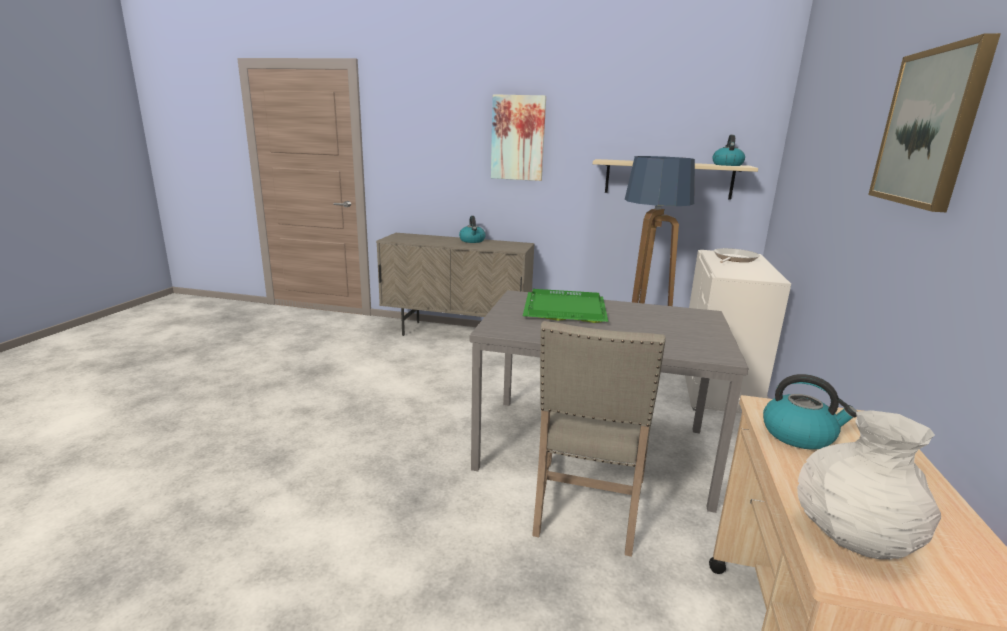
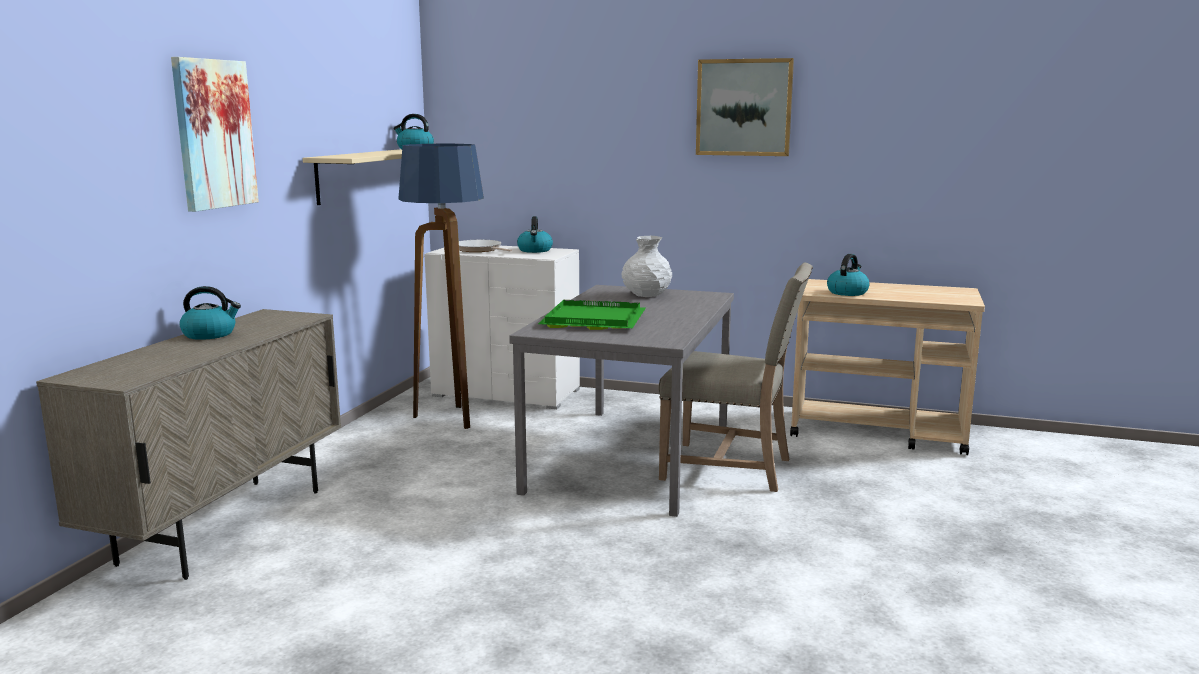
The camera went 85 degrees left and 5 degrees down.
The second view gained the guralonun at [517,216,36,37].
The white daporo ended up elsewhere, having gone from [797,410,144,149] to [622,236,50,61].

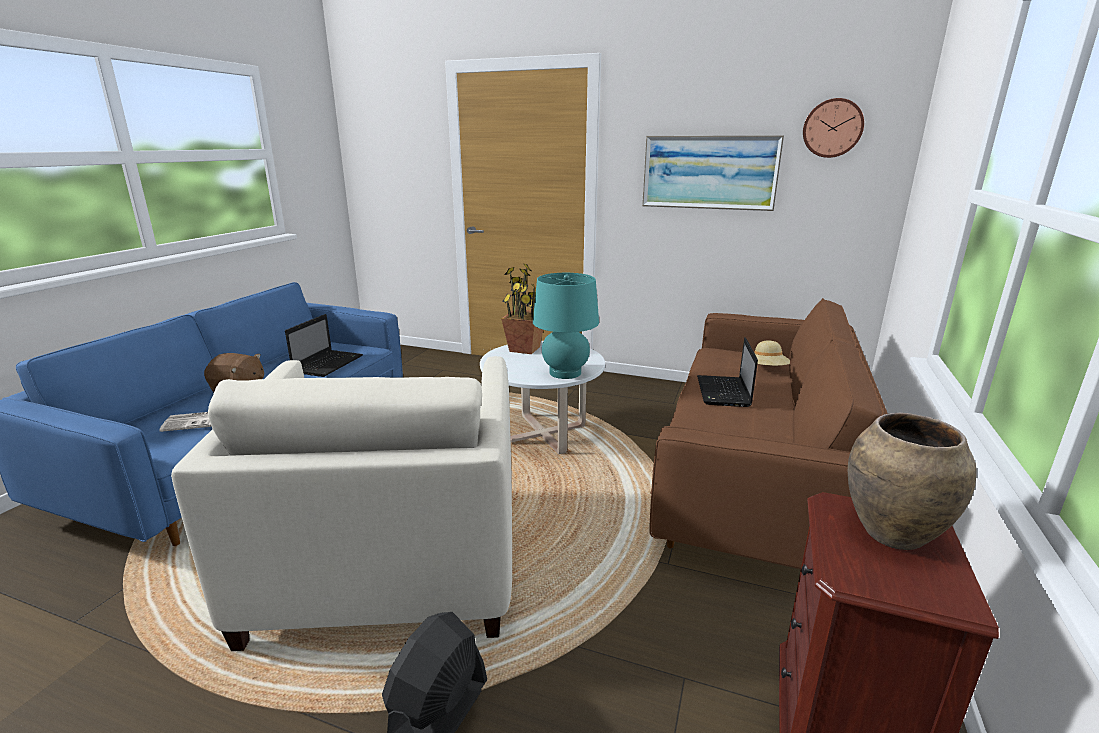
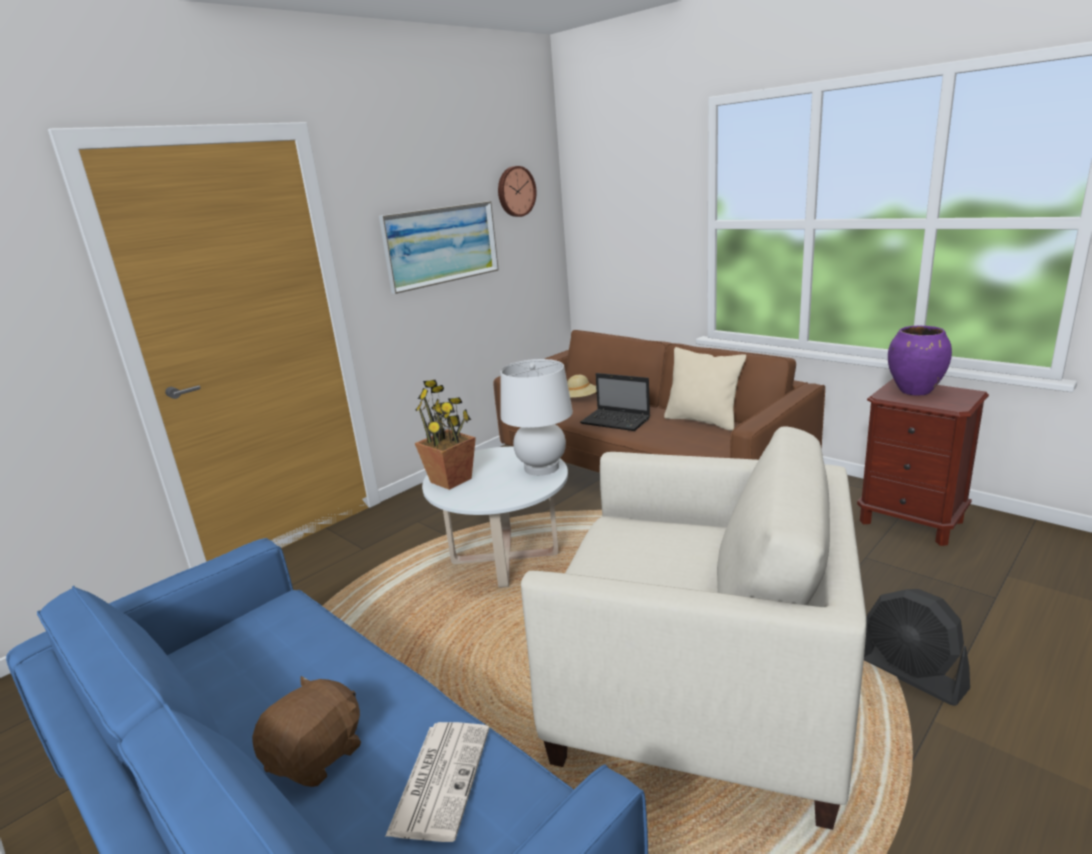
The camera went 65 degrees left and 0 degrees up.
What was the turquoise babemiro at [533,273,66,106] turned into the white babemiro at [501,359,72,117].
The second view gained the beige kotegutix at [664,347,82,84].
What was the brown daporo at [848,413,129,137] turned into the purple daporo at [888,326,64,70].
The second view lost the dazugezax at [285,314,78,63].

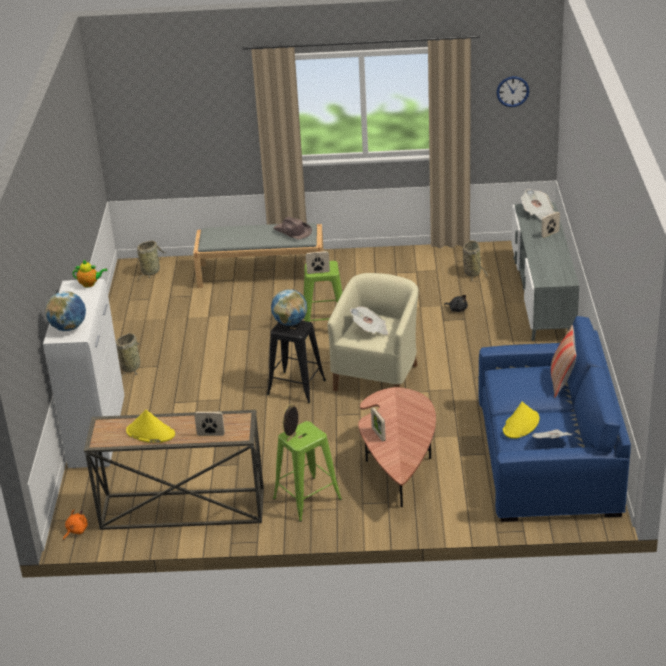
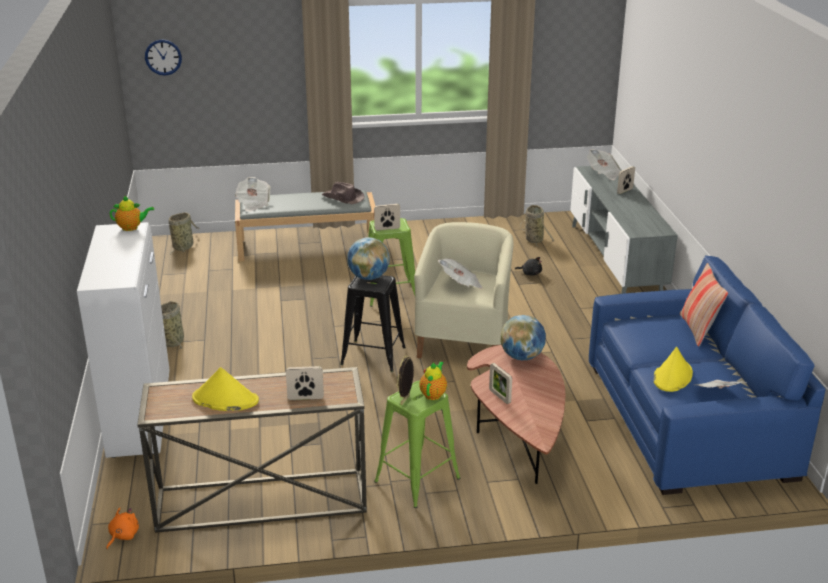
The camera went 10 degrees left and 5 degrees down.
The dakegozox ended up elsewhere, having gone from [497,76,32,31] to [145,39,37,37].
The second view gained the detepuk at [235,177,36,34].
The second view gained the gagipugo at [419,361,28,39].
The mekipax ended up elsewhere, having gone from [45,291,41,40] to [500,315,46,45].

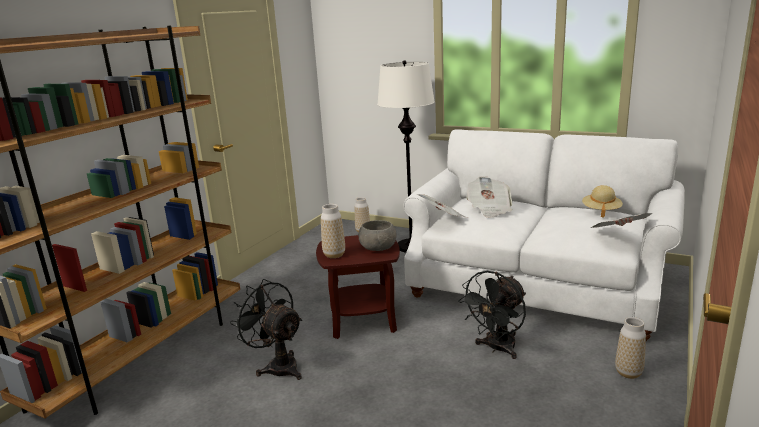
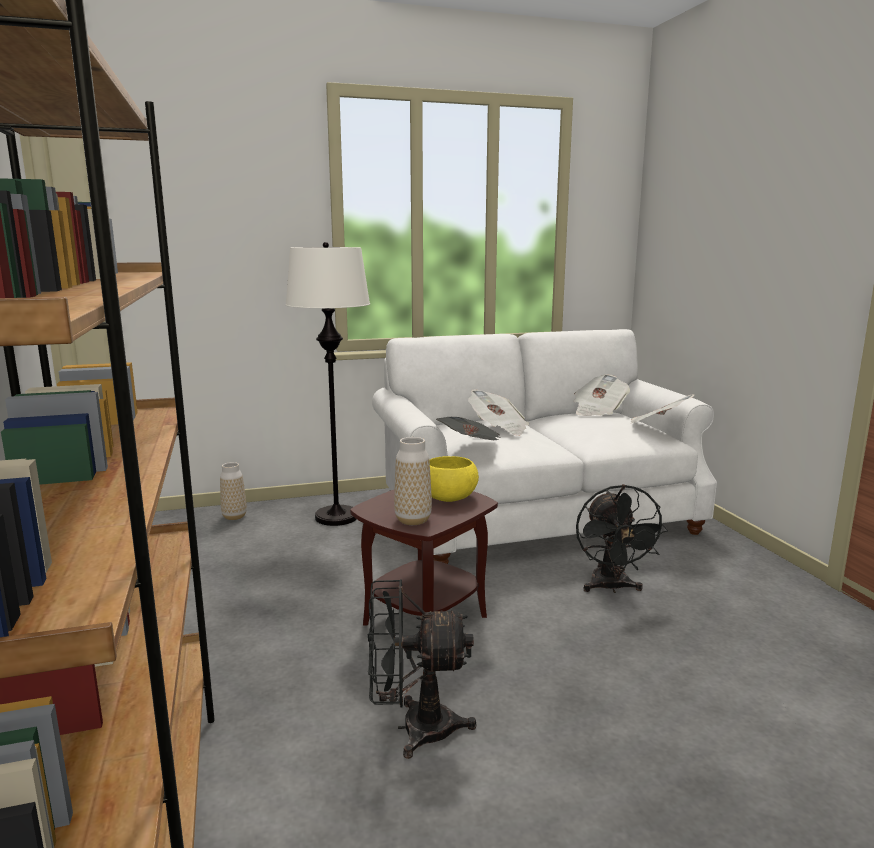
The camera went 45 degrees left and 5 degrees down.
What was the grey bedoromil at [358,220,39,31] turned into the yellow bedoromil at [429,456,50,46].
Where the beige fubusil stood at [582,185,41,33], the detepuk came to stand at [573,374,57,42].
The second view lost the daporo at [615,317,31,62].

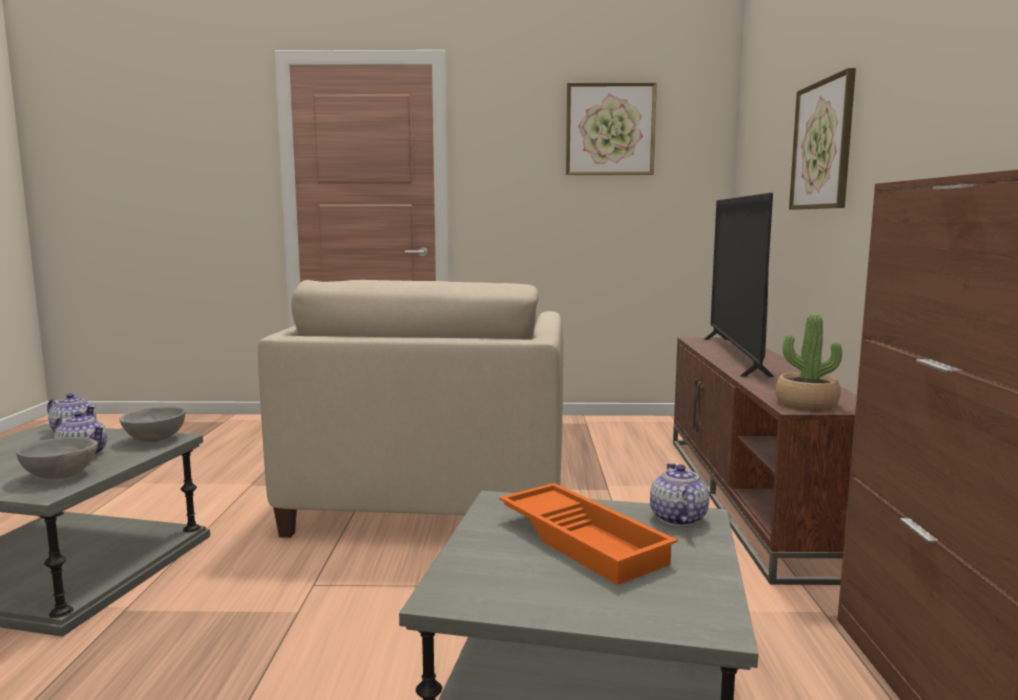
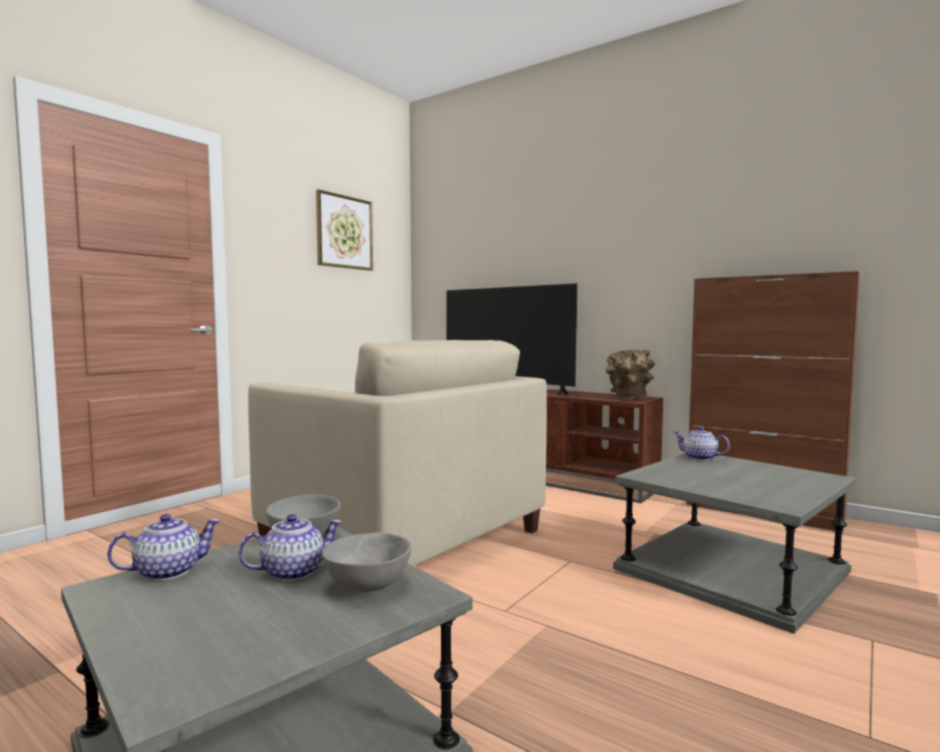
The camera went 55 degrees left and 5 degrees down.
Where the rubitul stood at [775,314,67,95], the brown daporo came to stand at [606,350,49,50].
The second view lost the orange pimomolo at [499,483,179,102].
The second view lost the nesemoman at [789,68,67,142].

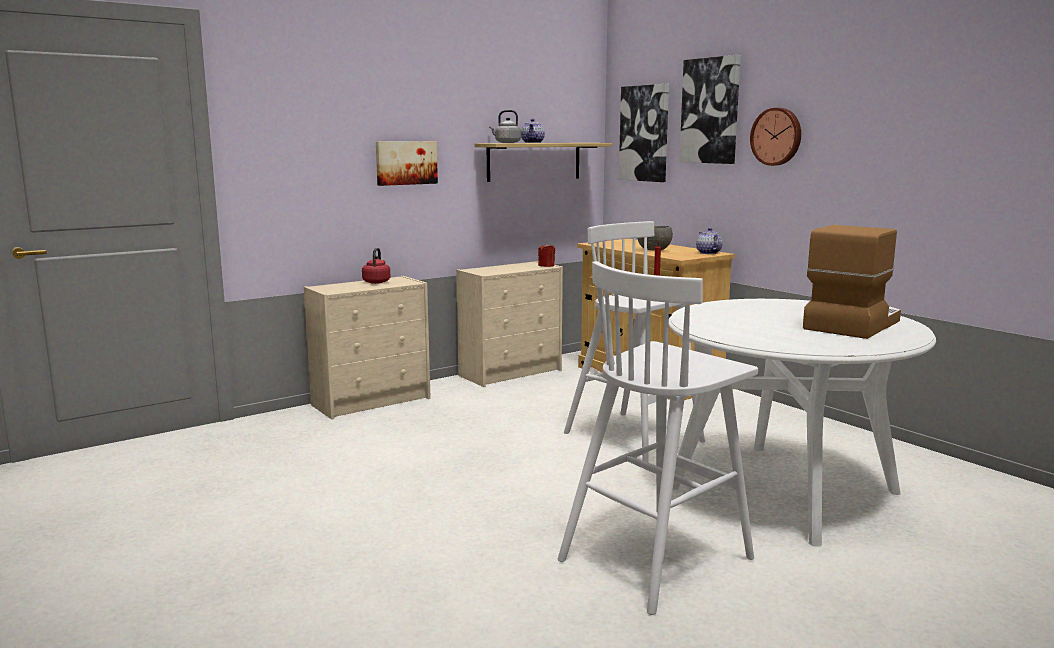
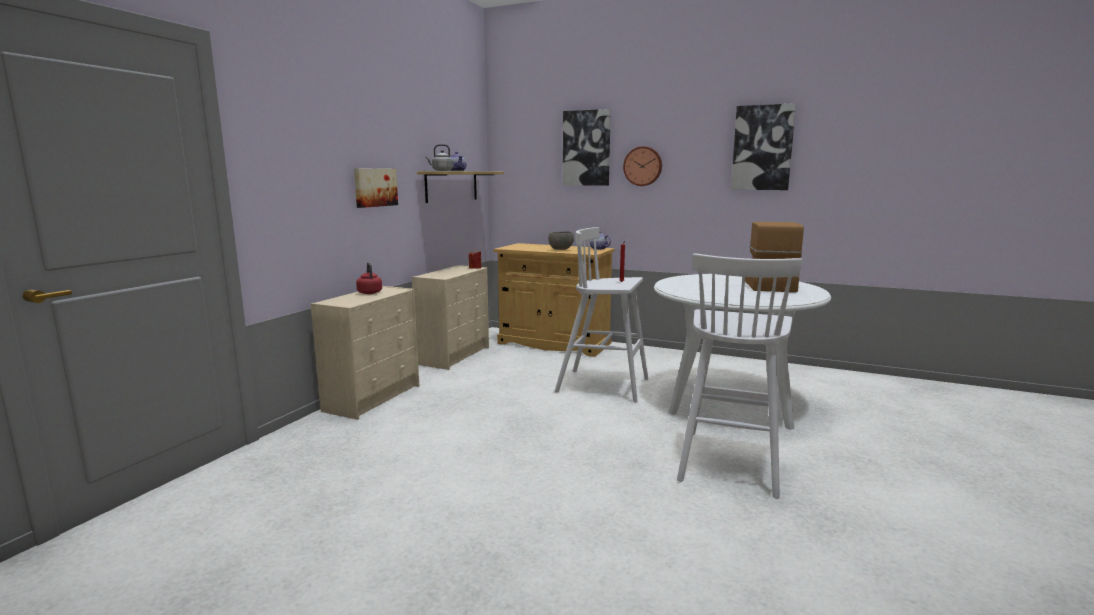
The camera went 30 degrees left and 0 degrees up.
The nesemoman ended up elsewhere, having gone from [619,84,50,98] to [731,103,65,87].

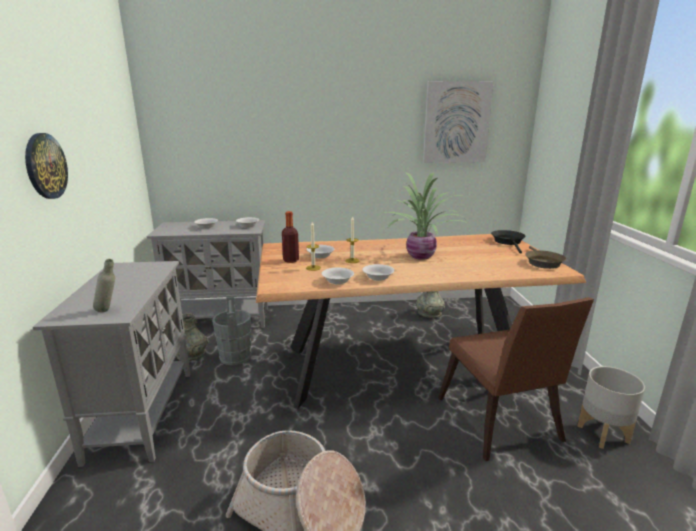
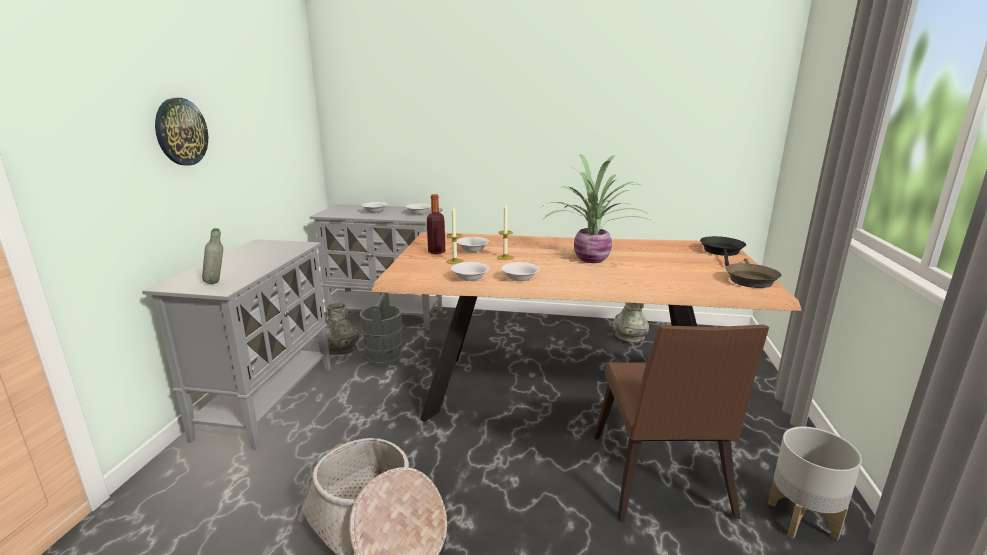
The camera went 15 degrees right and 0 degrees up.
The second view lost the nesemoman at [423,81,71,82].

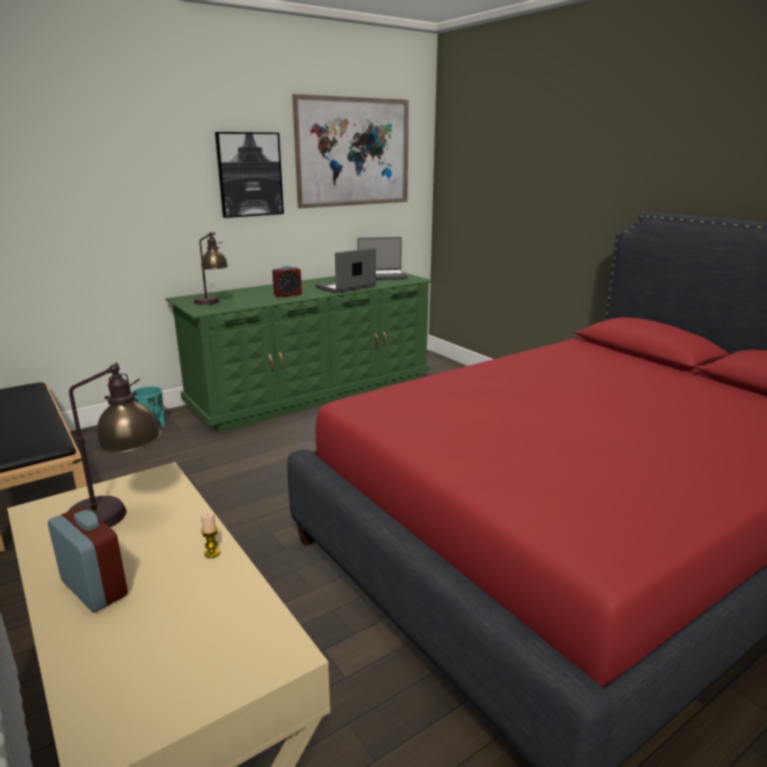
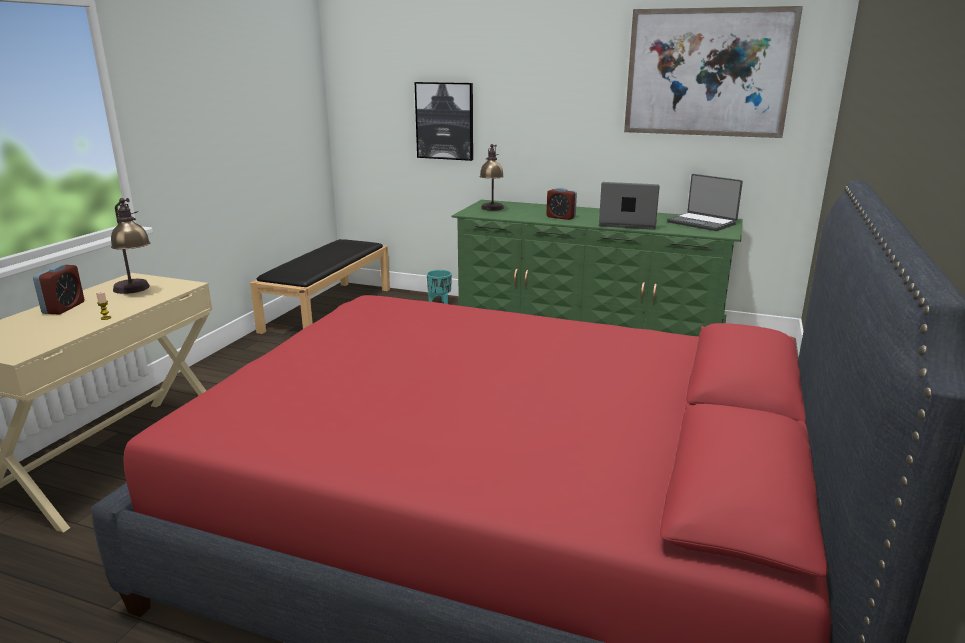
The camera went 55 degrees right and 0 degrees up.
The nesemoman ended up elsewhere, having gone from [215,132,69,86] to [415,82,58,79].

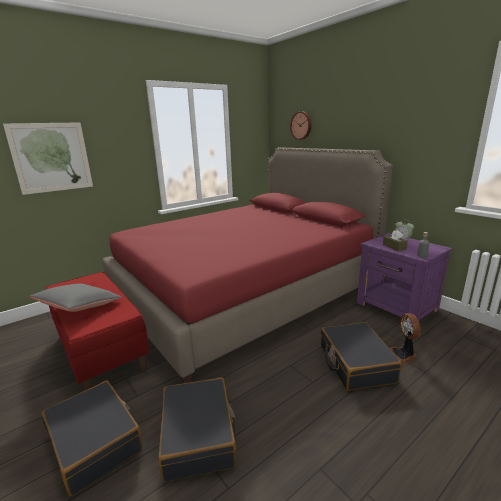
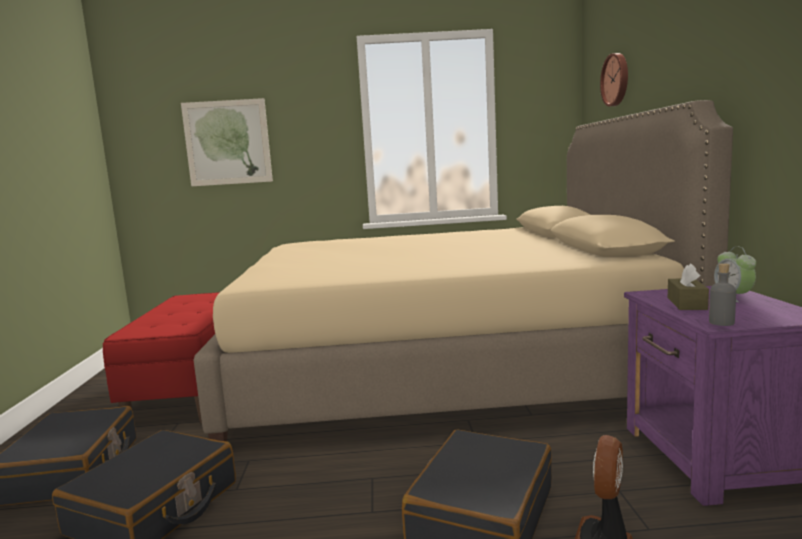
The camera went 35 degrees right and 10 degrees down.
What was the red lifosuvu at [102,147,291,237] turned into the beige lifosuvu at [194,100,539,341].
The second view lost the grey kotegutix at [29,284,92,28].

